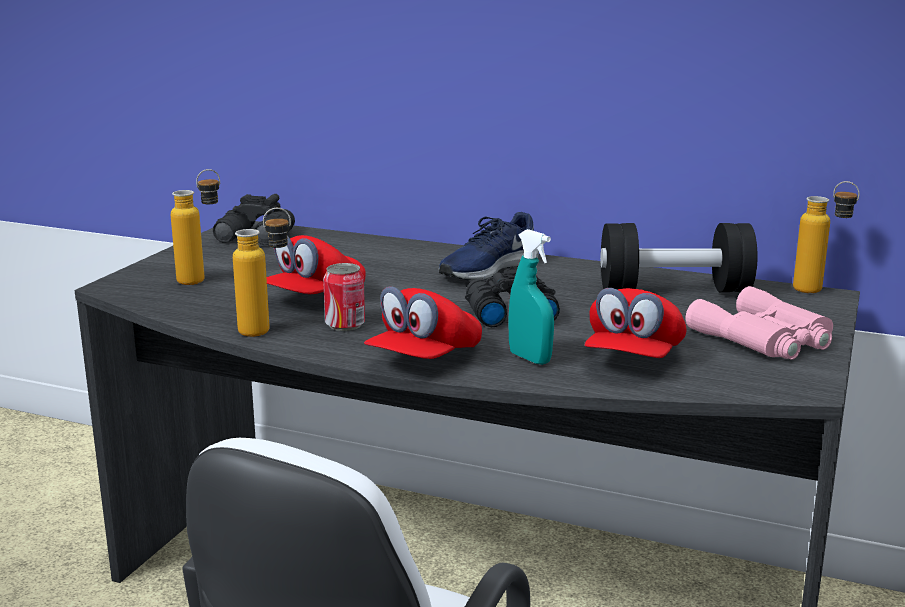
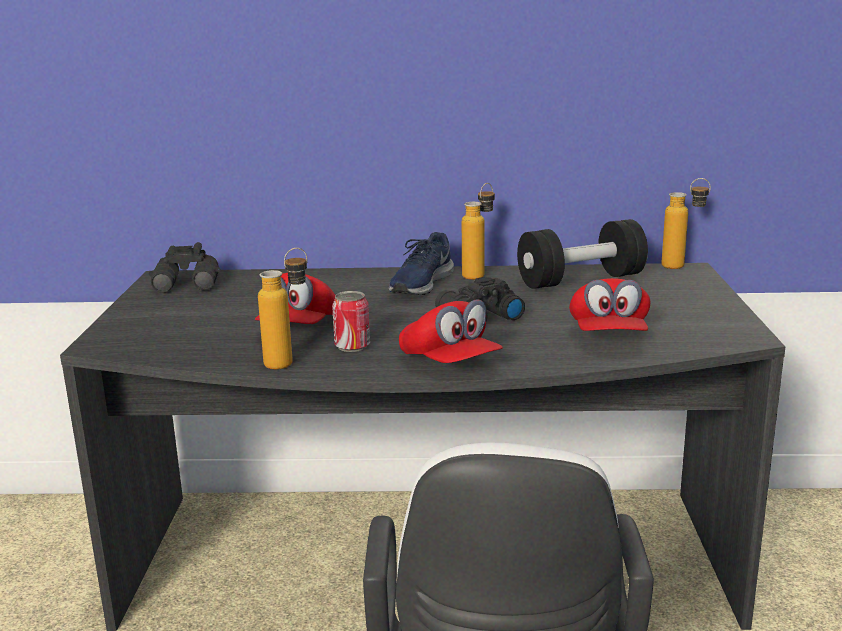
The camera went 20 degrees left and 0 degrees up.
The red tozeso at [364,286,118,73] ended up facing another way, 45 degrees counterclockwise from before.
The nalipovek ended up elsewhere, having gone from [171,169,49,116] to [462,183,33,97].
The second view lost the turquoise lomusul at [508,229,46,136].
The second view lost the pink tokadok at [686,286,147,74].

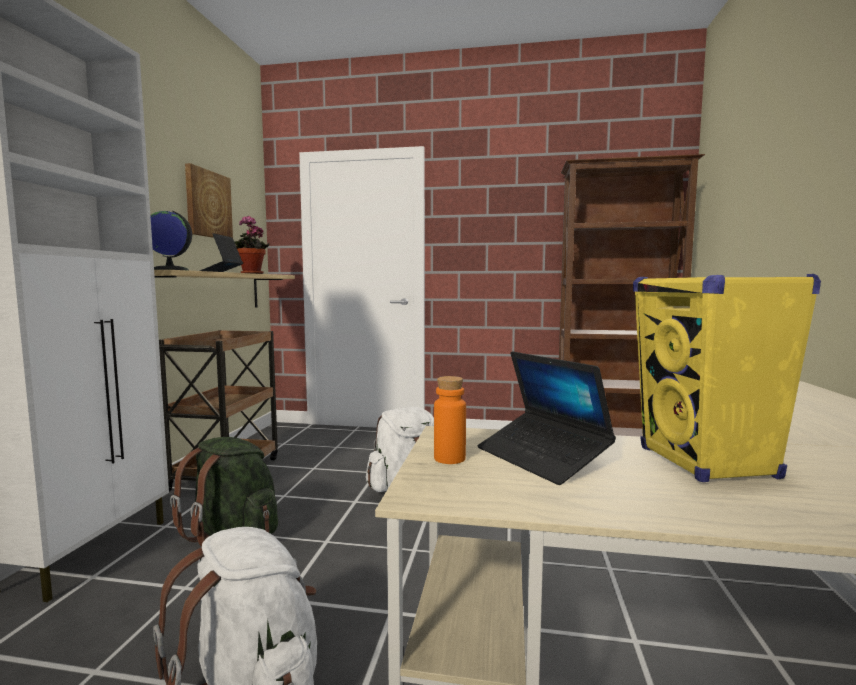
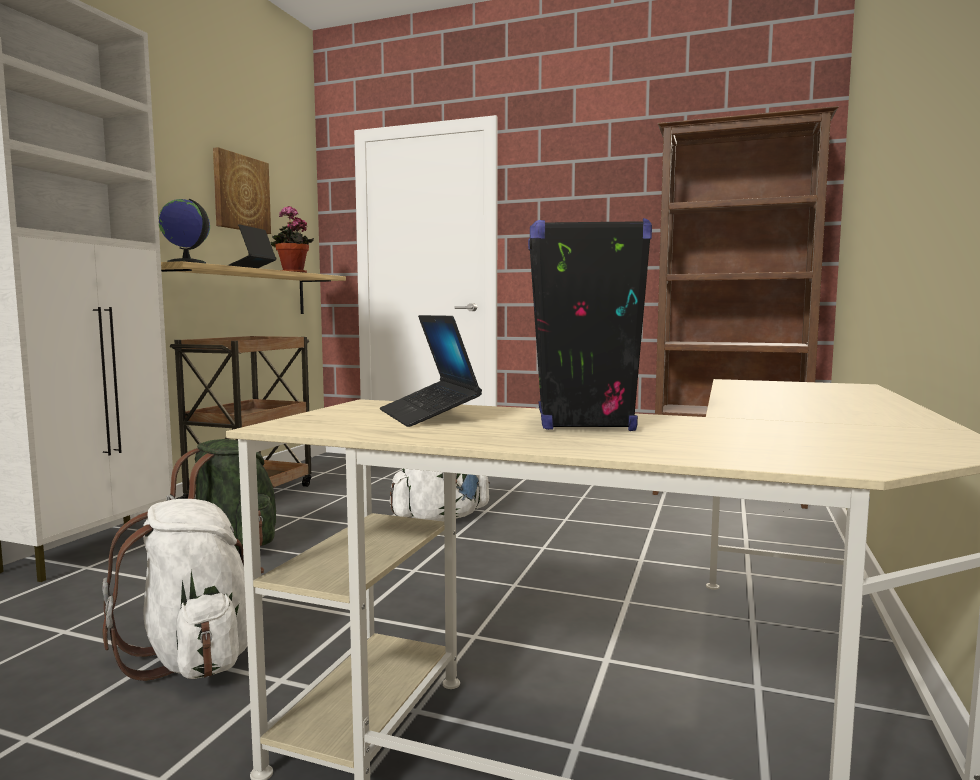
The camera went 10 degrees right and 0 degrees up.
What was the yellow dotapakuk at [633,274,188,208] turned into the black dotapakuk at [528,218,124,213].
The second view lost the orange nalipovek at [434,376,32,88].

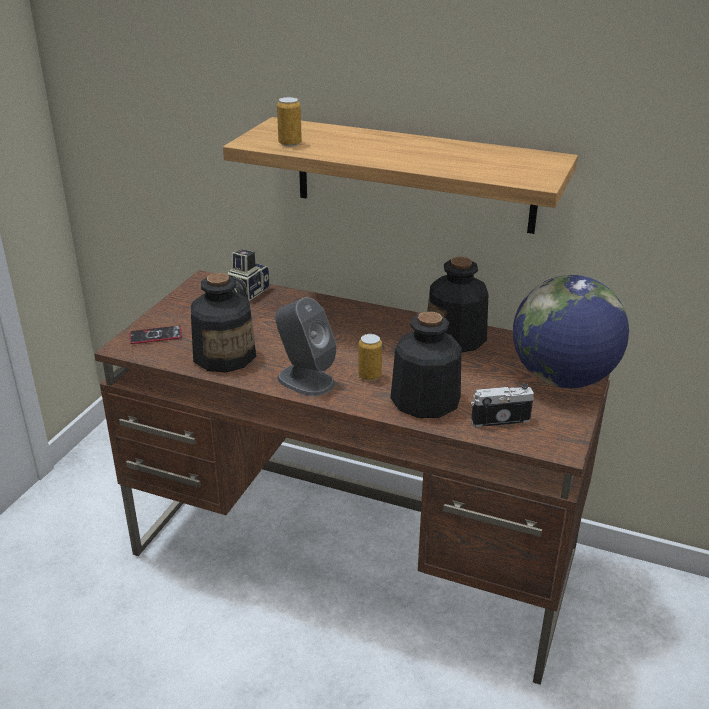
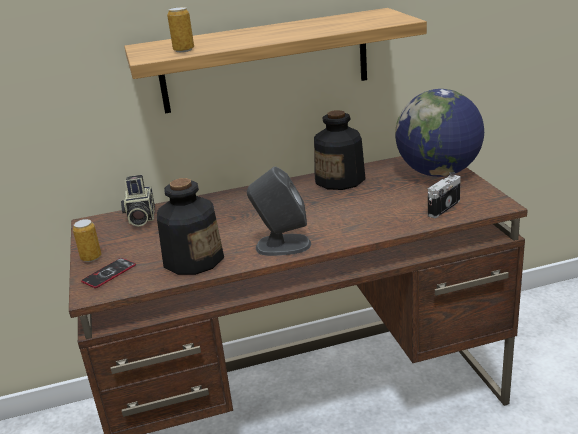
The camera went 35 degrees left and 5 degrees down.
The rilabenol ended up elsewhere, having gone from [358,334,24,47] to [73,219,28,43].
The second view lost the nalipovek at [391,312,71,106].

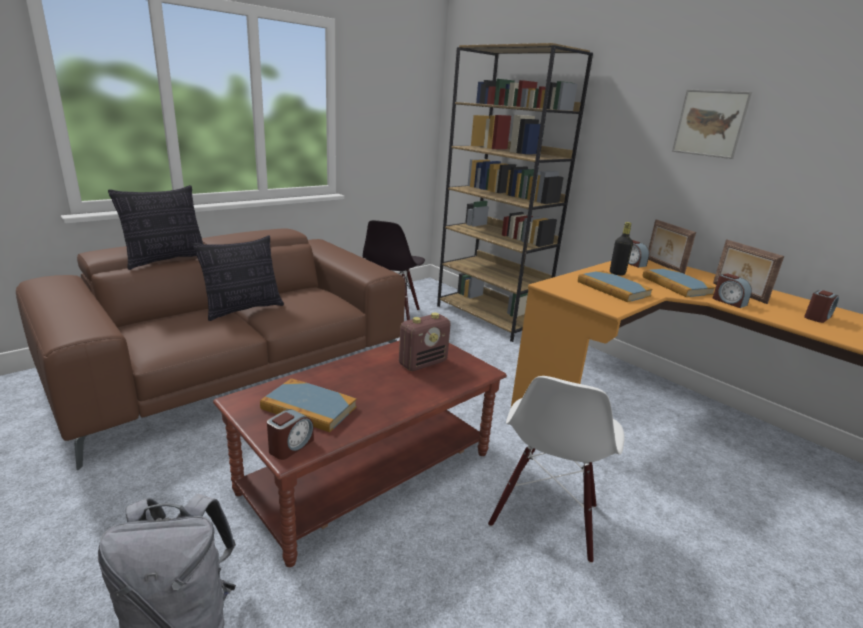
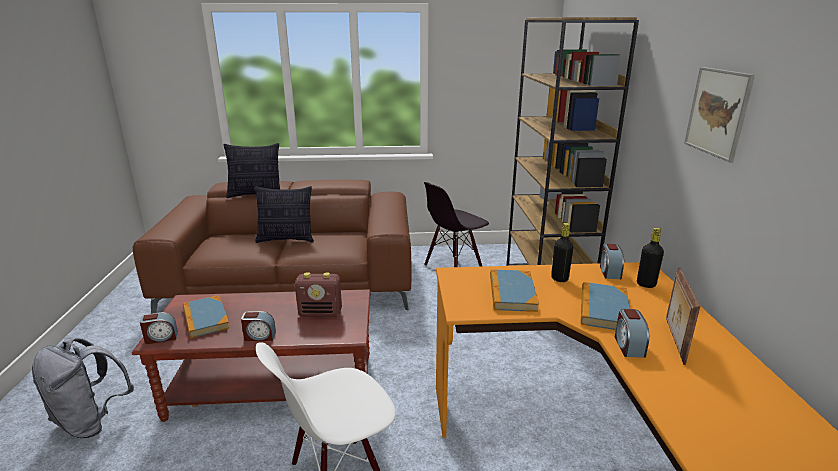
The camera went 40 degrees right and 0 degrees up.
The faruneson ended up elsewhere, having gone from [804,290,35,33] to [241,311,35,30].
Where the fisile stood at [648,219,48,55], the black nalipovek came to stand at [637,228,27,60].

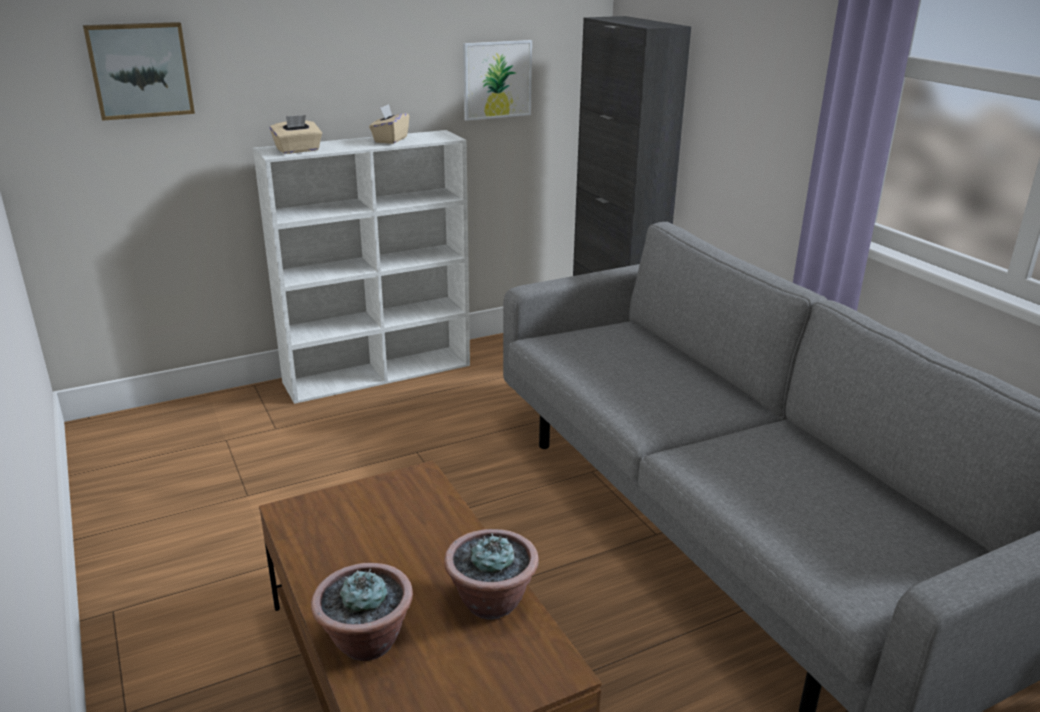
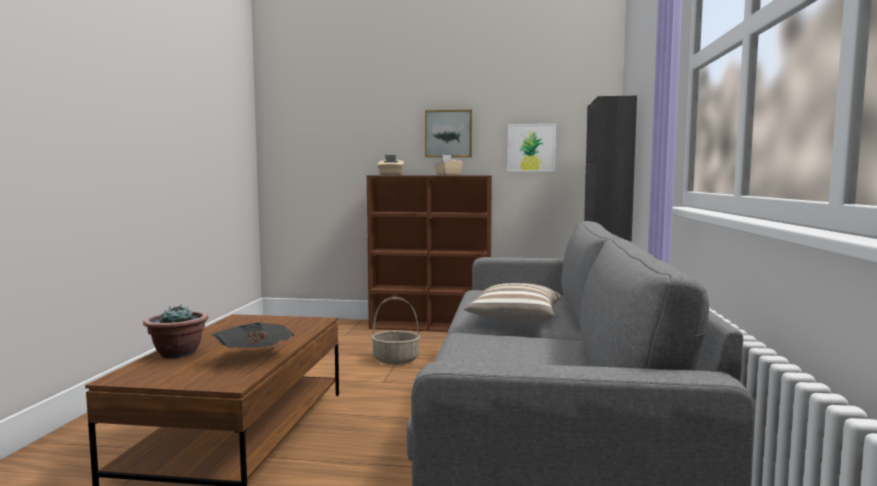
The camera went 35 degrees right and 20 degrees down.
Where the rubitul stood at [444,529,95,91], the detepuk came to stand at [212,323,82,25].
What was the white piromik at [253,130,217,274] turned into the brown piromik at [367,175,125,157].
The second view gained the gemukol at [371,297,49,67].
The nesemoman ended up elsewhere, having gone from [83,22,112,99] to [425,110,47,48].
The second view gained the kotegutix at [463,283,98,41].

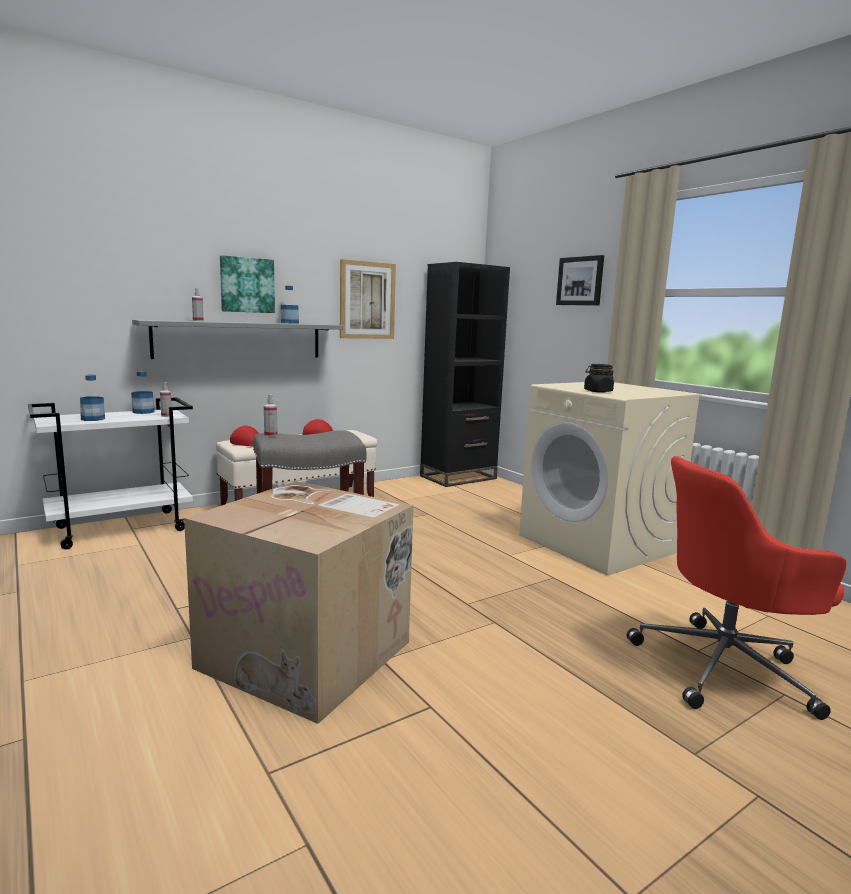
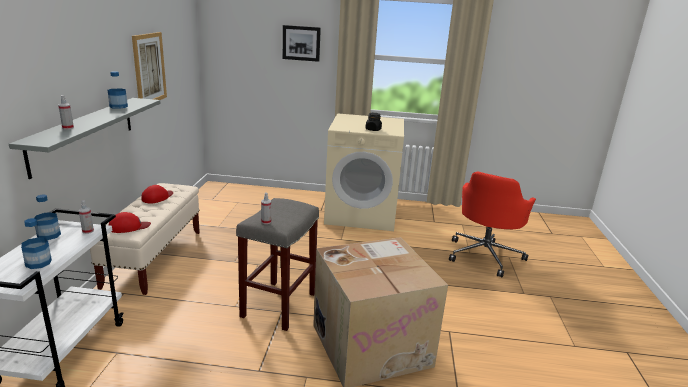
The camera went 50 degrees left and 10 degrees up.
The second view lost the nesemoman at [220,255,55,58].
The second view lost the black piromik at [420,262,90,225].

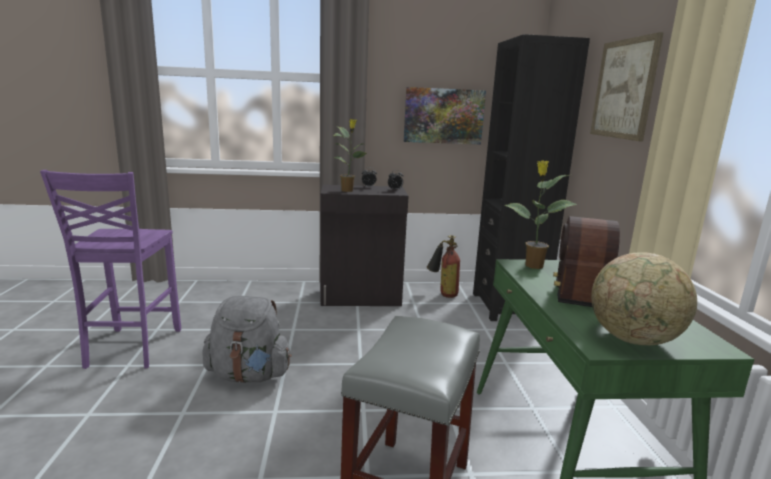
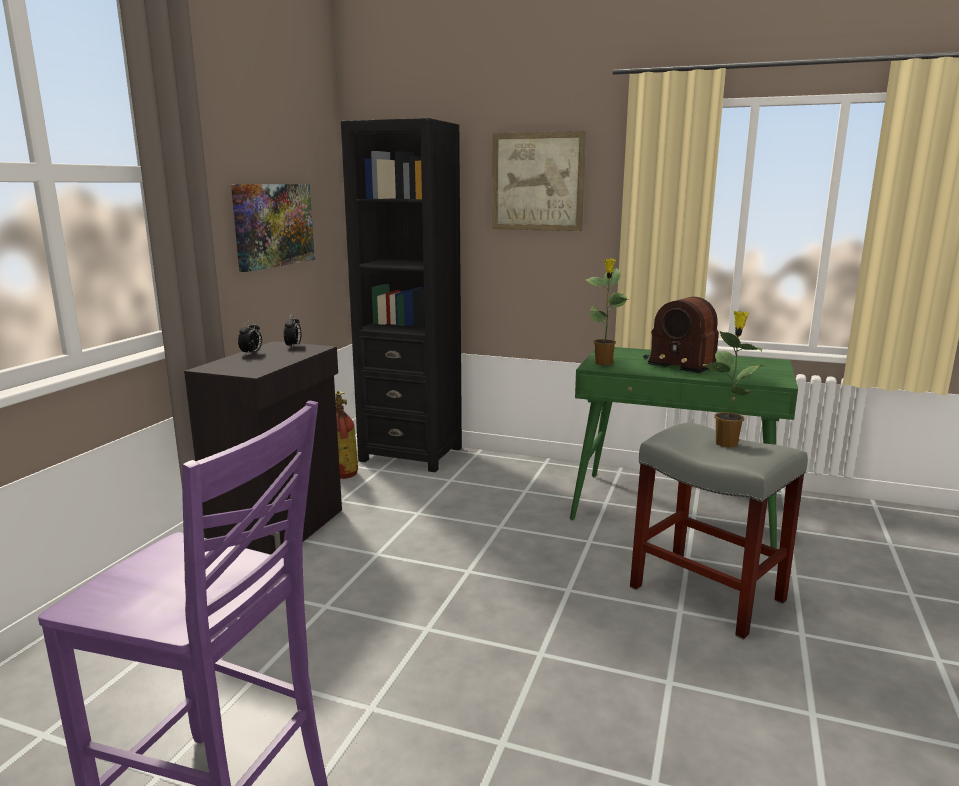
The camera went 65 degrees left and 0 degrees up.
The rubitul ended up elsewhere, having gone from [333,119,33,73] to [703,311,63,137].
The second view lost the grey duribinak at [203,296,89,87].
The second view lost the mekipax at [591,253,106,92].

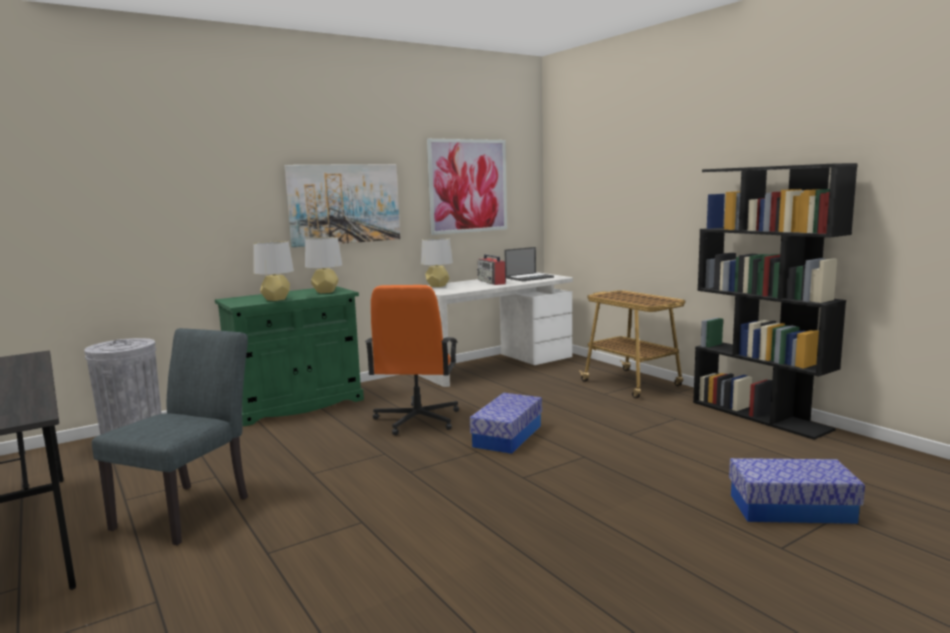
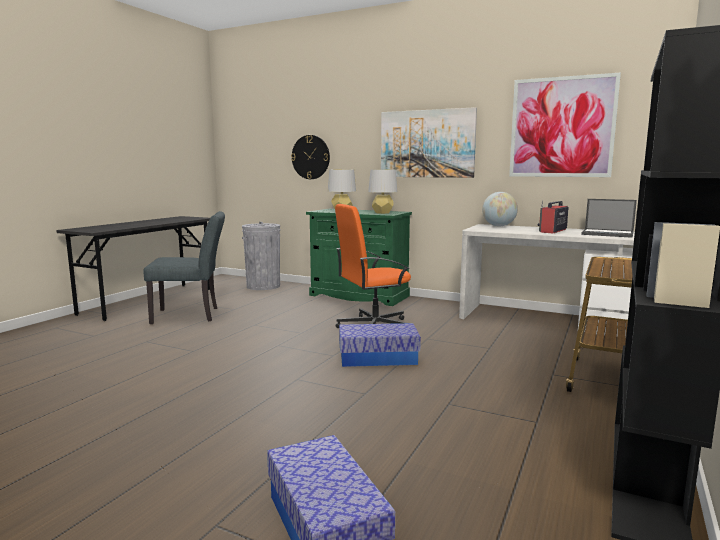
The camera went 60 degrees right and 0 degrees up.
The second view gained the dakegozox at [291,135,39,44].
Where the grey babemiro stood at [421,238,32,49], the mekipax came to stand at [482,192,36,34].

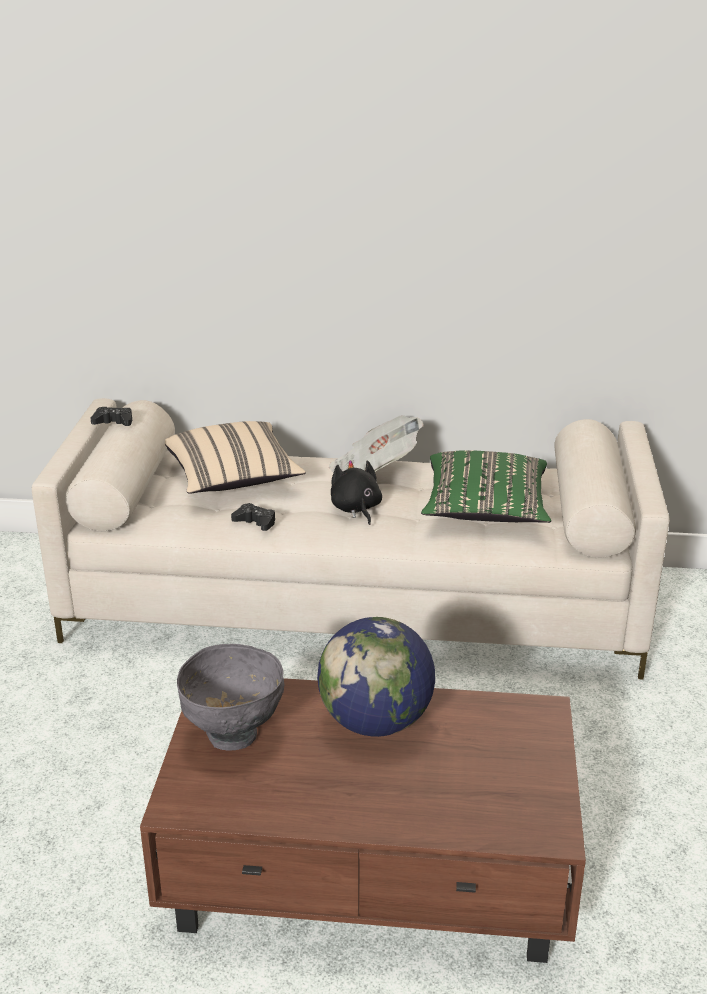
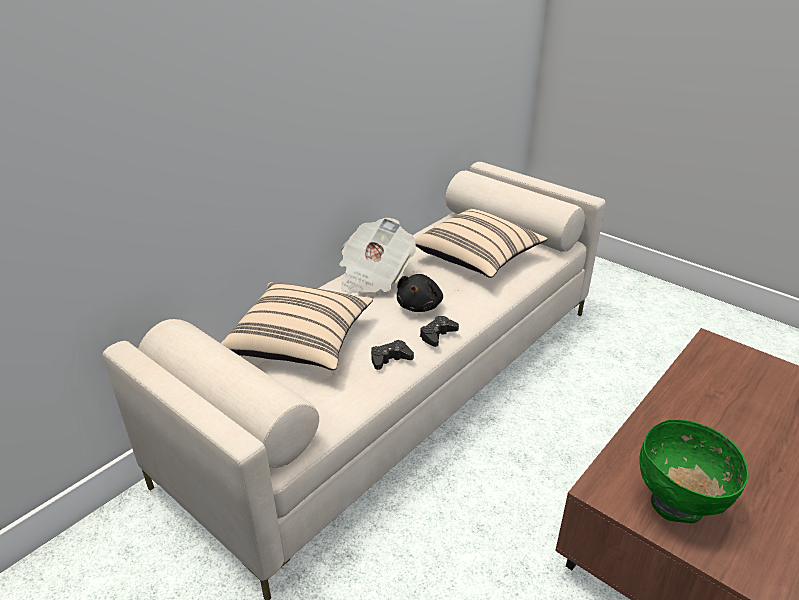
The camera went 55 degrees left and 5 degrees up.
The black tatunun at [331,460,51,65] ended up facing another way, 90 degrees counterclockwise from before.
What was the green kotegutix at [421,450,130,73] turned into the beige kotegutix at [415,208,133,70].
The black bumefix ended up elsewhere, having gone from [91,407,41,19] to [420,316,39,31].
What was the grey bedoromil at [177,644,107,106] turned into the green bedoromil at [639,419,110,104].
The second view lost the mekipax at [317,617,118,120].

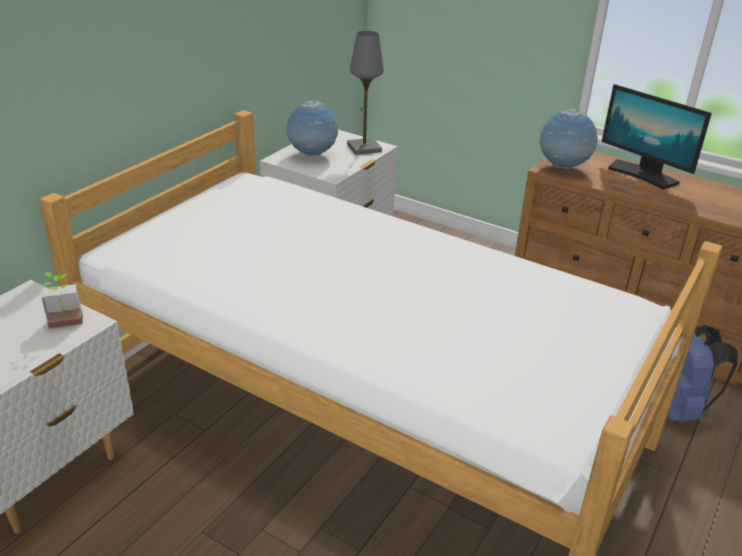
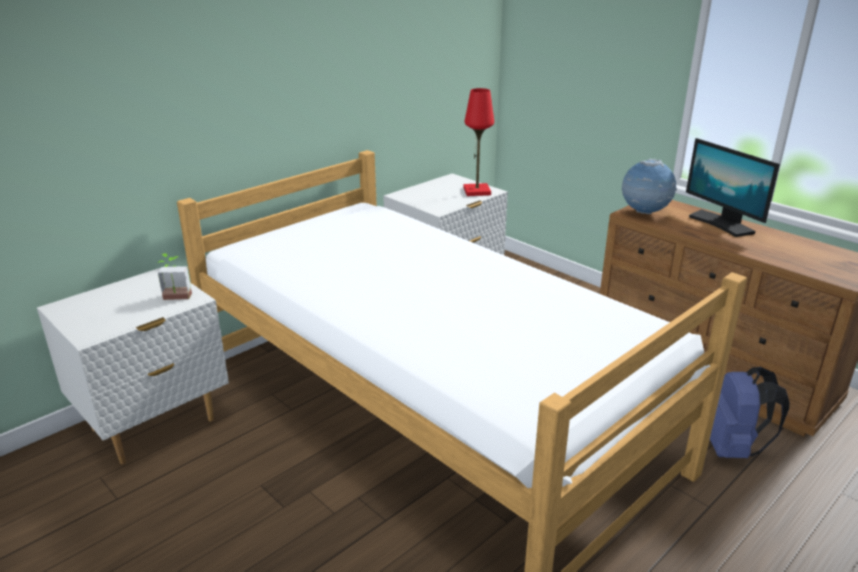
The camera went 15 degrees right and 5 degrees down.
What was the grey babemiro at [347,31,37,124] turned into the red babemiro at [463,88,31,108].
The second view lost the mekipax at [286,100,52,56].

